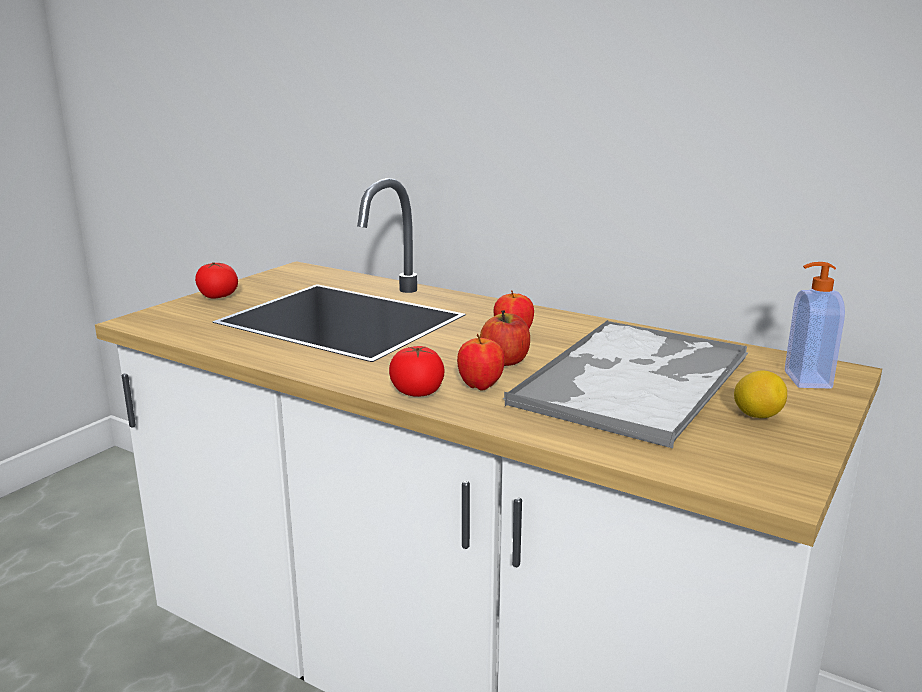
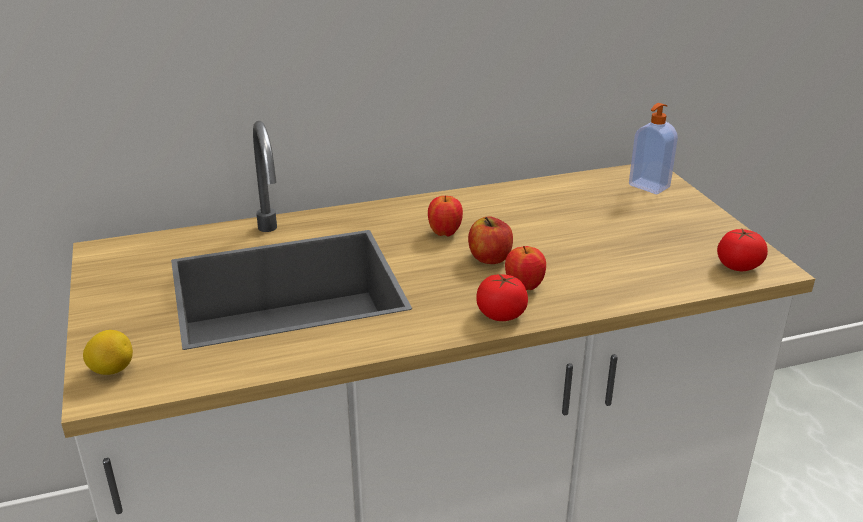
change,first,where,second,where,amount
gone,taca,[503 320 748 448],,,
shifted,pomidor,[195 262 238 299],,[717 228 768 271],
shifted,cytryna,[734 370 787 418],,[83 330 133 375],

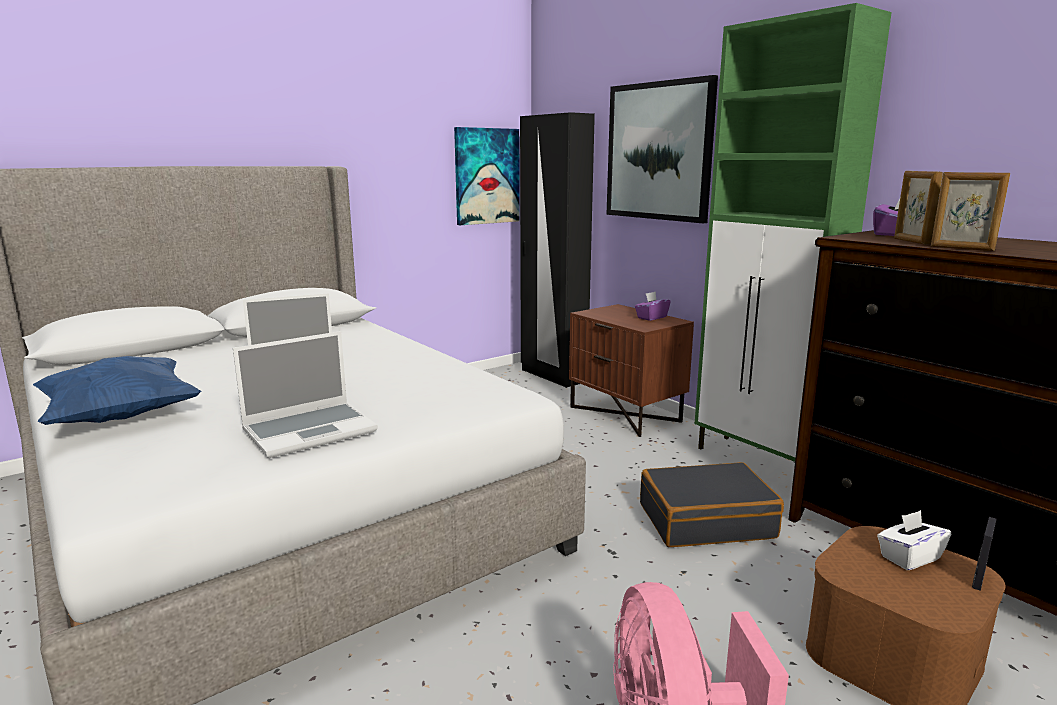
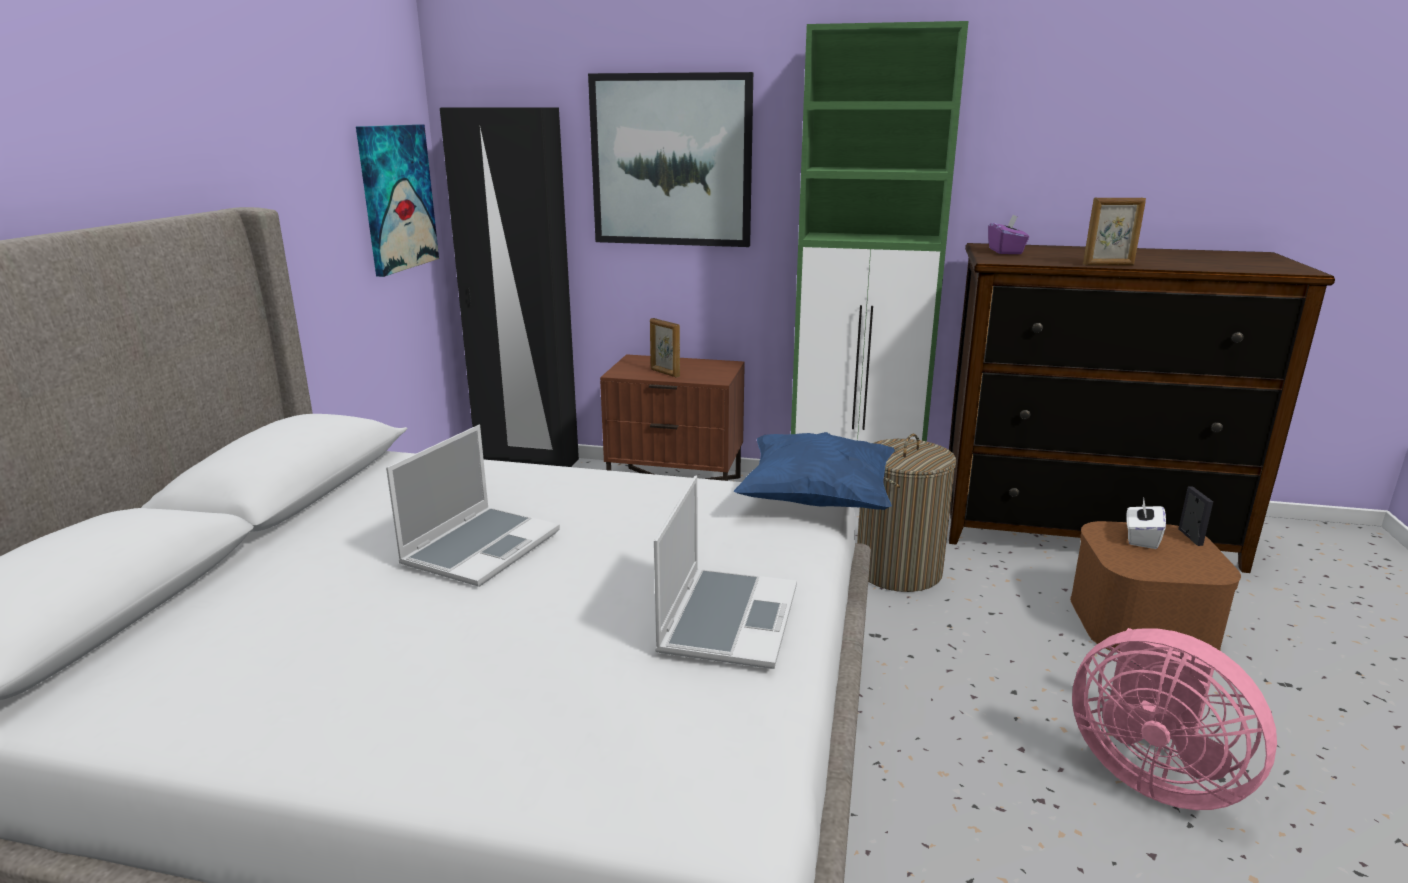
change,first,where,second,where,amount
gone,pudełko chusteczek (fioletowy),[635 292 671 321],,,
shifted,poduszka (niebieski),[33 356 202 425],,[734 432 895 510],
shifted,ramka na zdjęcie,[894 171 943 244],,[650 318 680 378],
swapped,walizka (czarny),[640 462 784 547],kosz na pranie,[857 434 956 592],

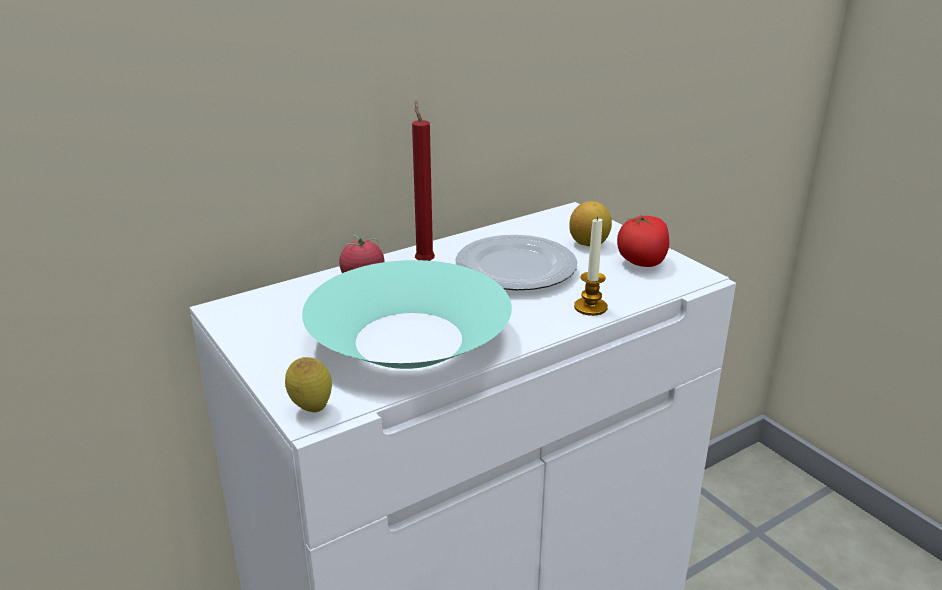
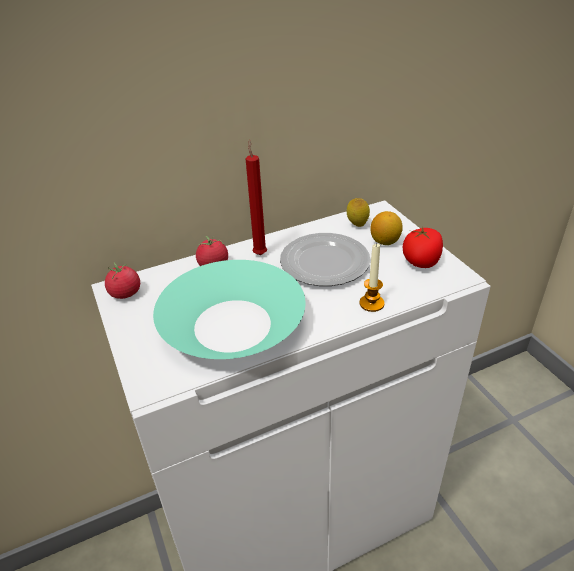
change,first,where,second,where,amount
new,,,pomidor,[105 262 140 299],
shifted,cytryna,[285 357 332 412],,[347 198 370 227],

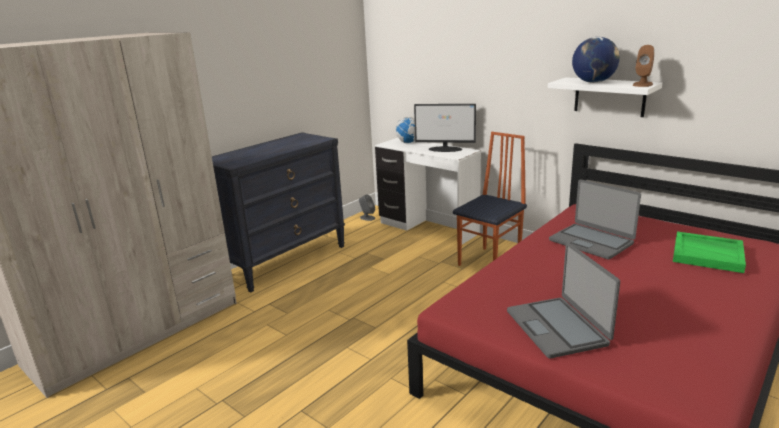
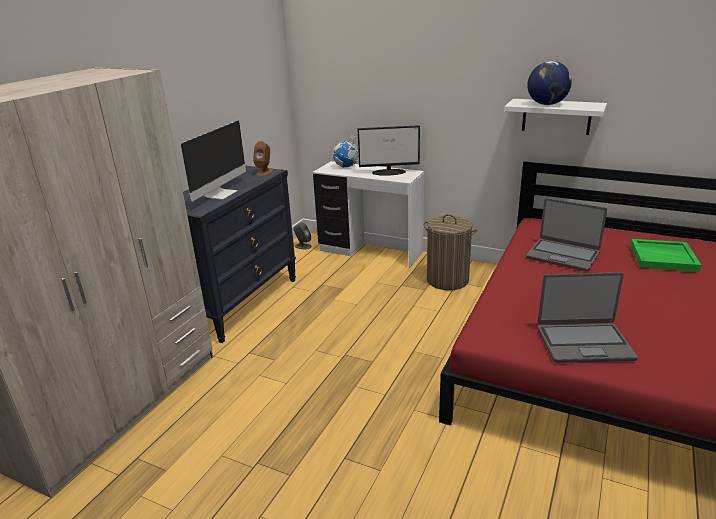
change,first,where,second,where,amount
new,,,monitor,[181 120 246 202],
shifted,głośnik (brązowy),[633 45 654 87],,[253 141 273 176],
swapped,krzesło,[453 132 527 266],kosz na pranie,[424 214 477 290],
rotated,laptop,[507 242 620 358],,[538 272 638 363],60 degrees counterclockwise

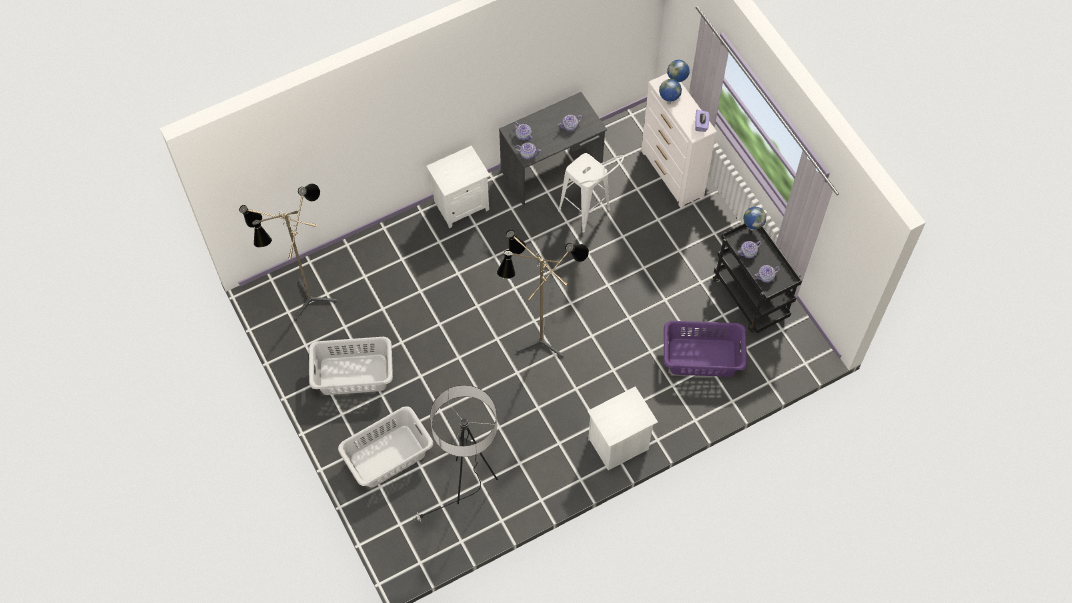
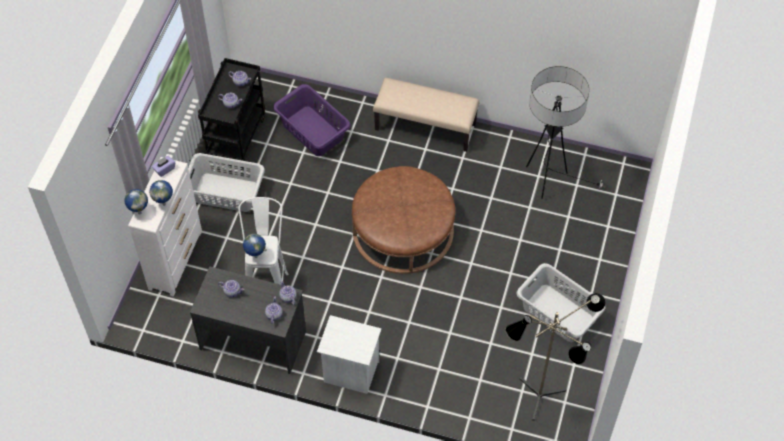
change,first,where,second,where,amount
shifted,kosz na pranie (szary),[338 406 433 488],,[188 153 265 212],
shifted,globus,[743 207 766 231],,[243 234 266 258],
swapped,lampa stojąca,[497 230 589 358],pufa (brązowy),[352 166 455 274],
swapped,szafka nocna (biały),[587 386 658 470],ławka (beżowy),[373 78 479 152],

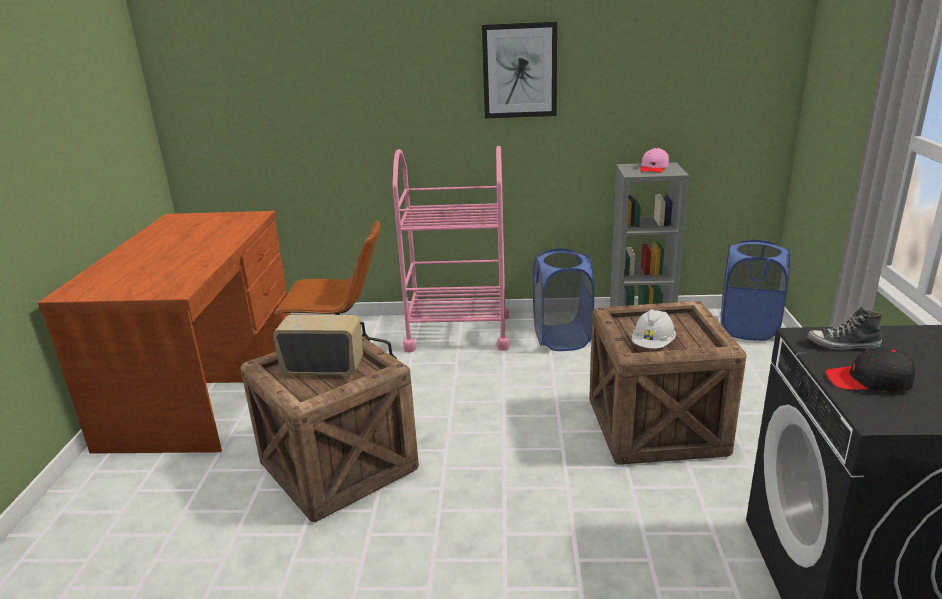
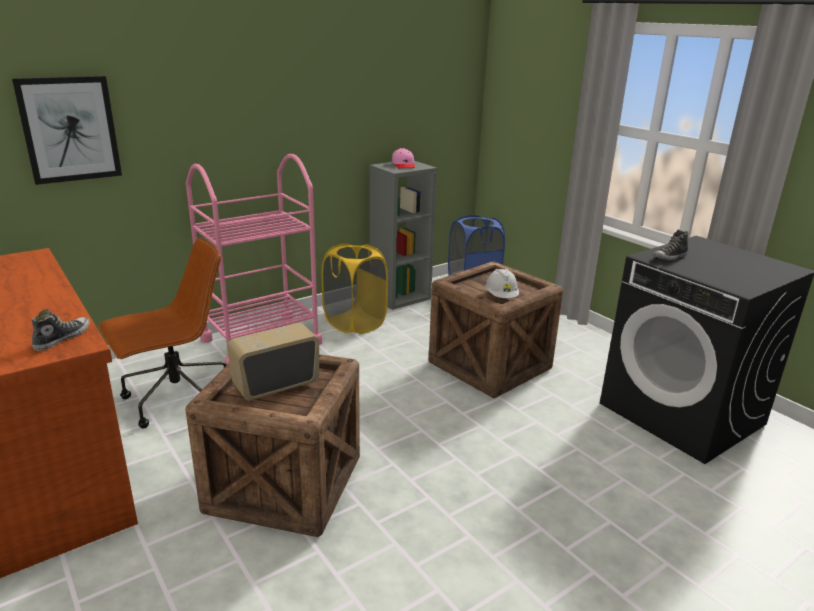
change,first,where,second,where,amount
gone,czapka z daszkiem (czarny),[826 348 915 392],,,
new,,,but,[31 309 90 351],
shifted,obraz,[482 22 557 118],,[12 76 122 185],
repainted,kosz na pranie (niebieski),[533 248 594 351],kosz na pranie (żółty),[321 243 388 334],

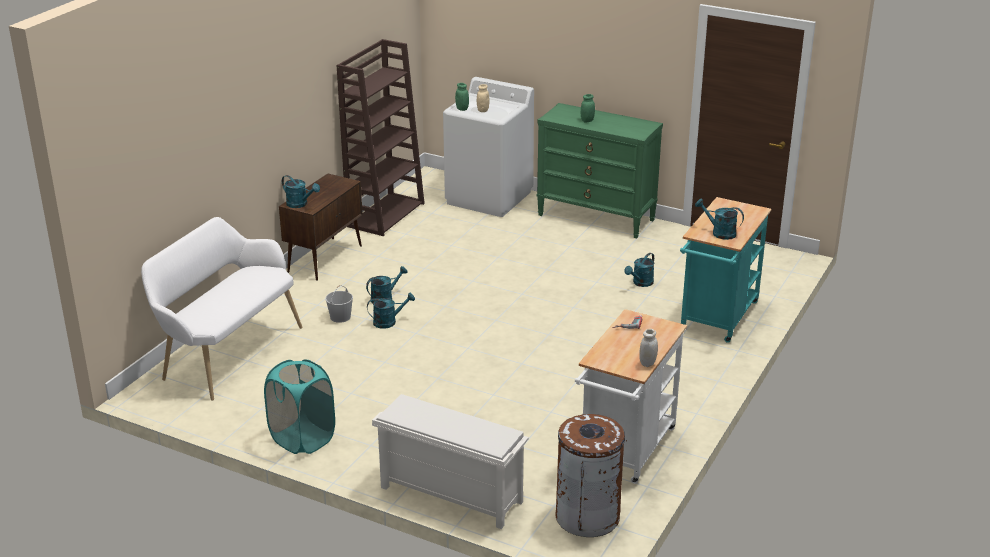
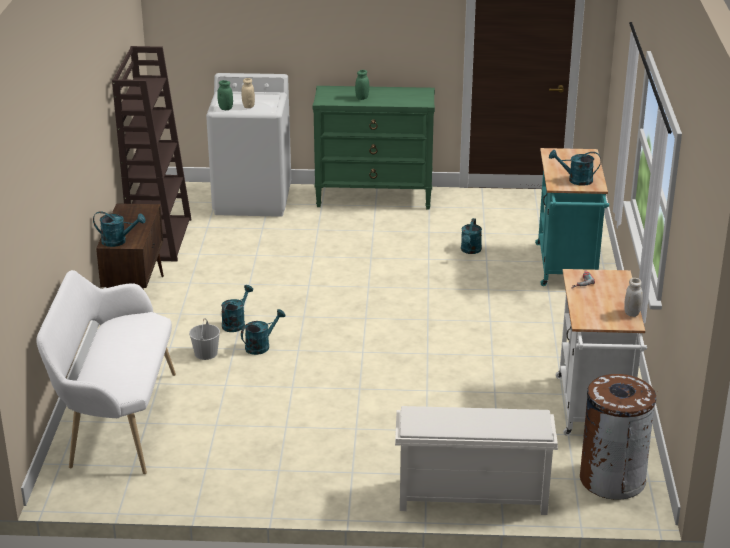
change,first,where,second,where,amount
gone,kosz na pranie (turkusowy),[264 359 335 454],,,

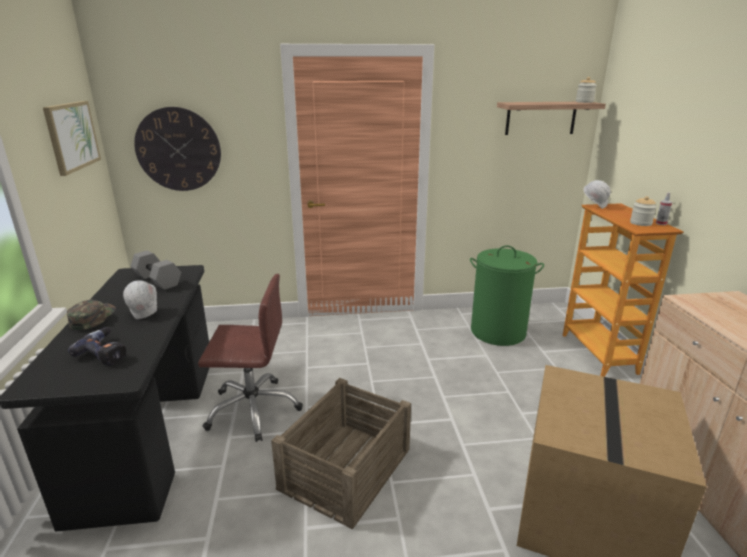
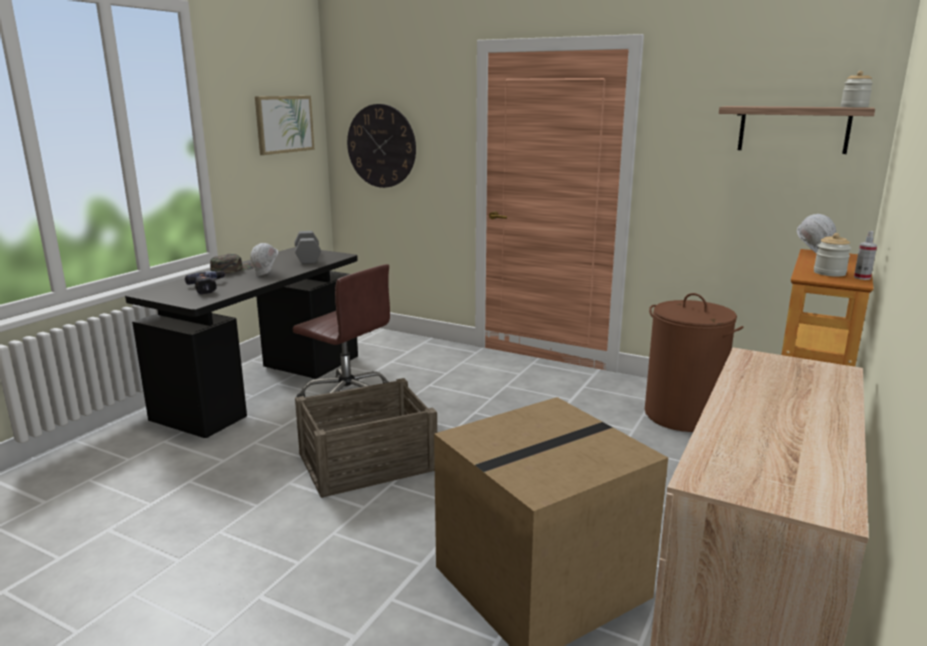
change,first,where,second,where,amount
repainted,kosz na pranie (zielony),[470 245 544 346],kosz na pranie (brązowy),[645 293 743 432],

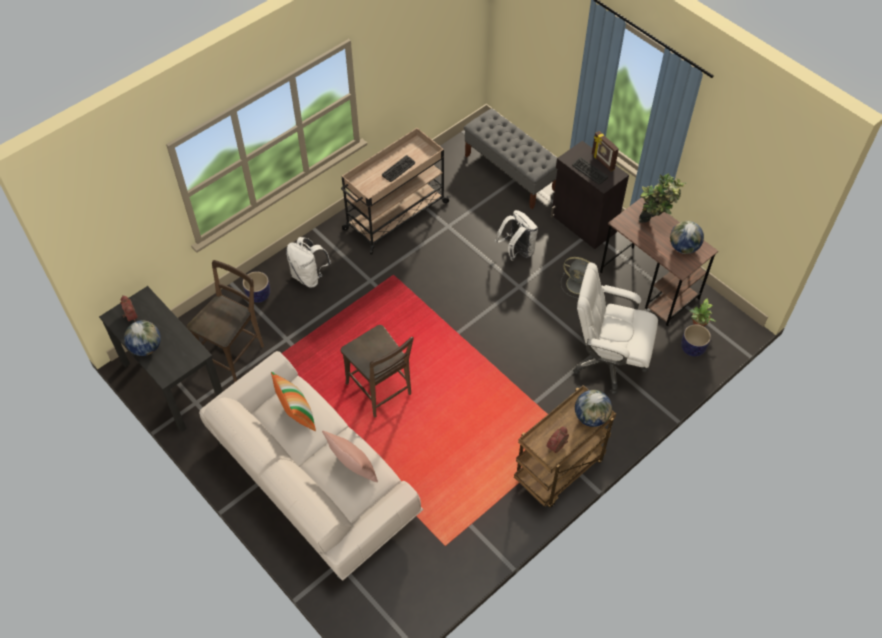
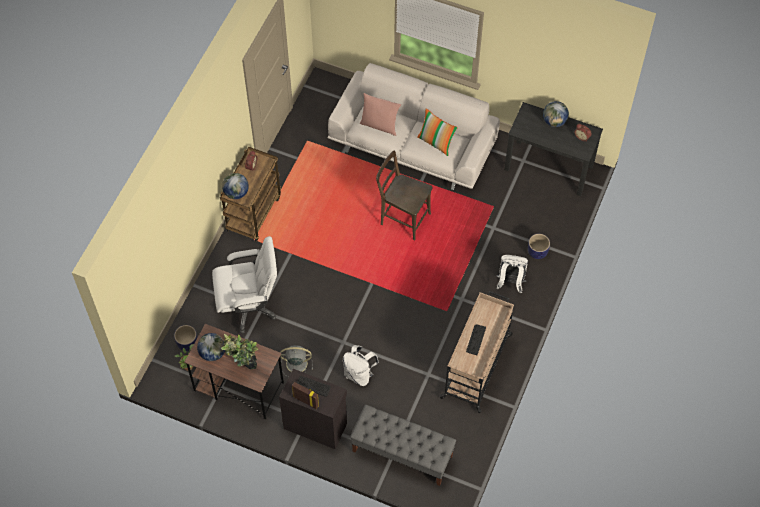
change,first,where,second,where,amount
gone,krzesło (brązowy),[187 260 264 382],,,

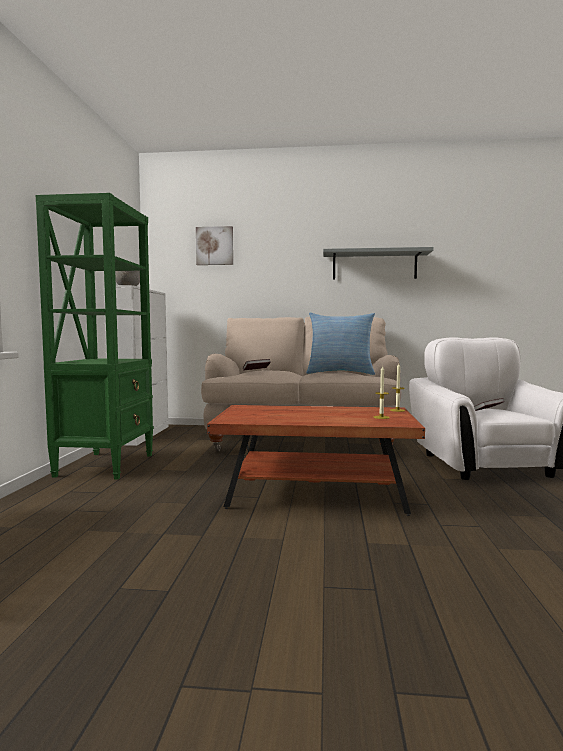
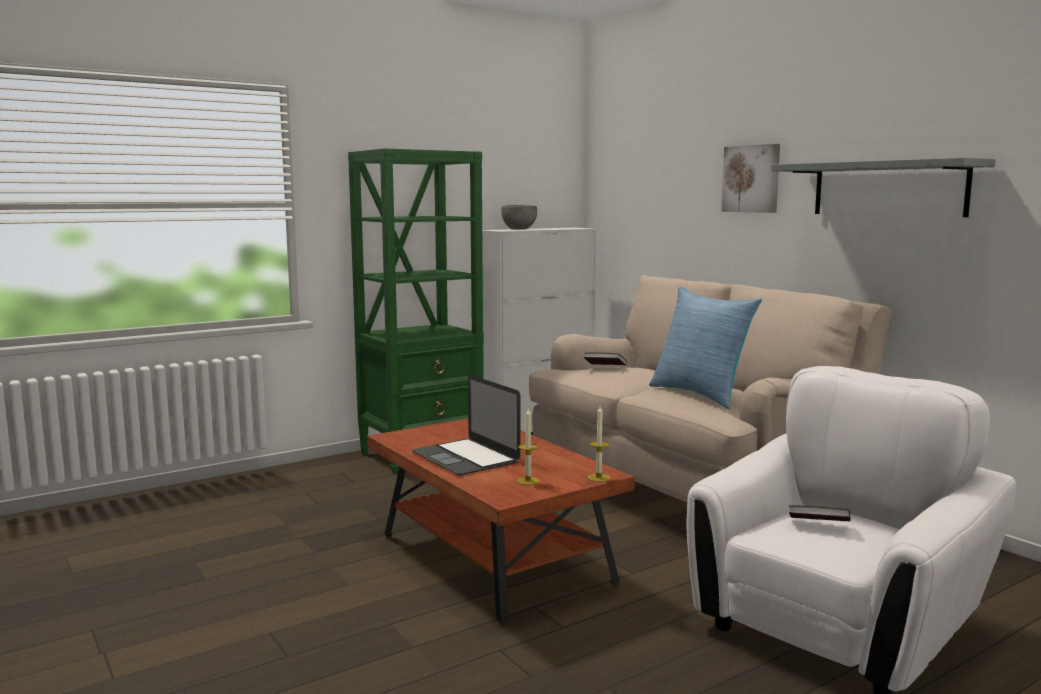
change,first,where,second,where,amount
new,,,laptop,[412 375 520 475],
shifted,obraz,[196 226 233 265],,[721 144 780 213],

